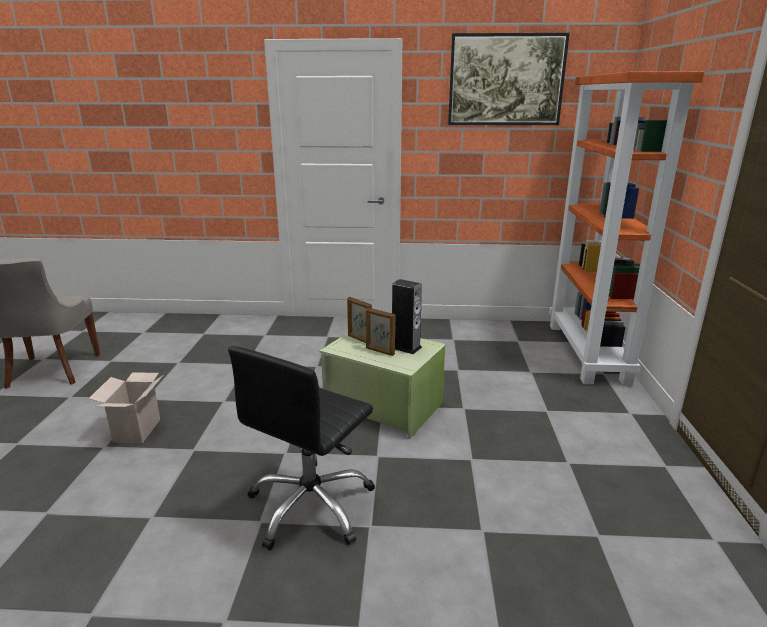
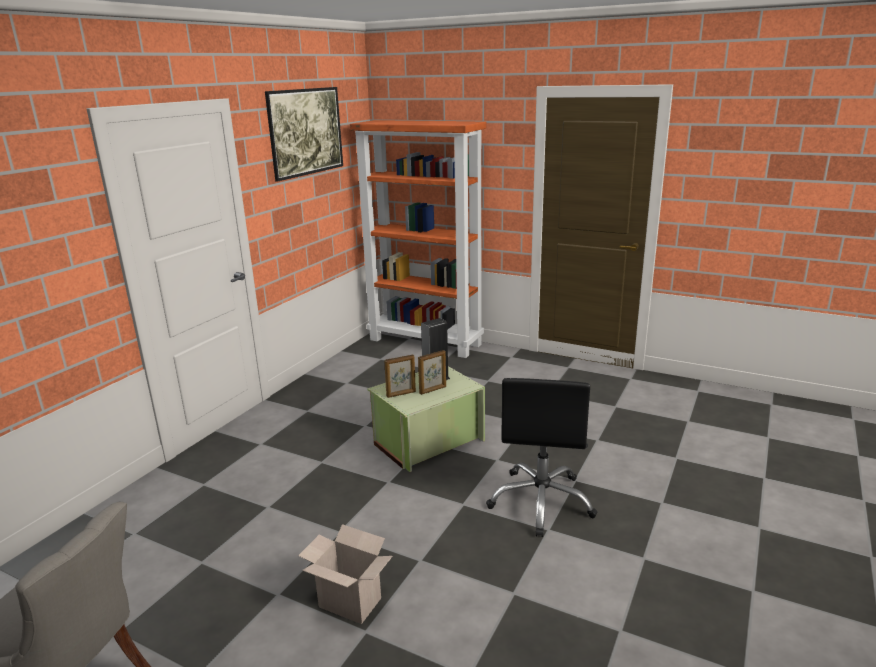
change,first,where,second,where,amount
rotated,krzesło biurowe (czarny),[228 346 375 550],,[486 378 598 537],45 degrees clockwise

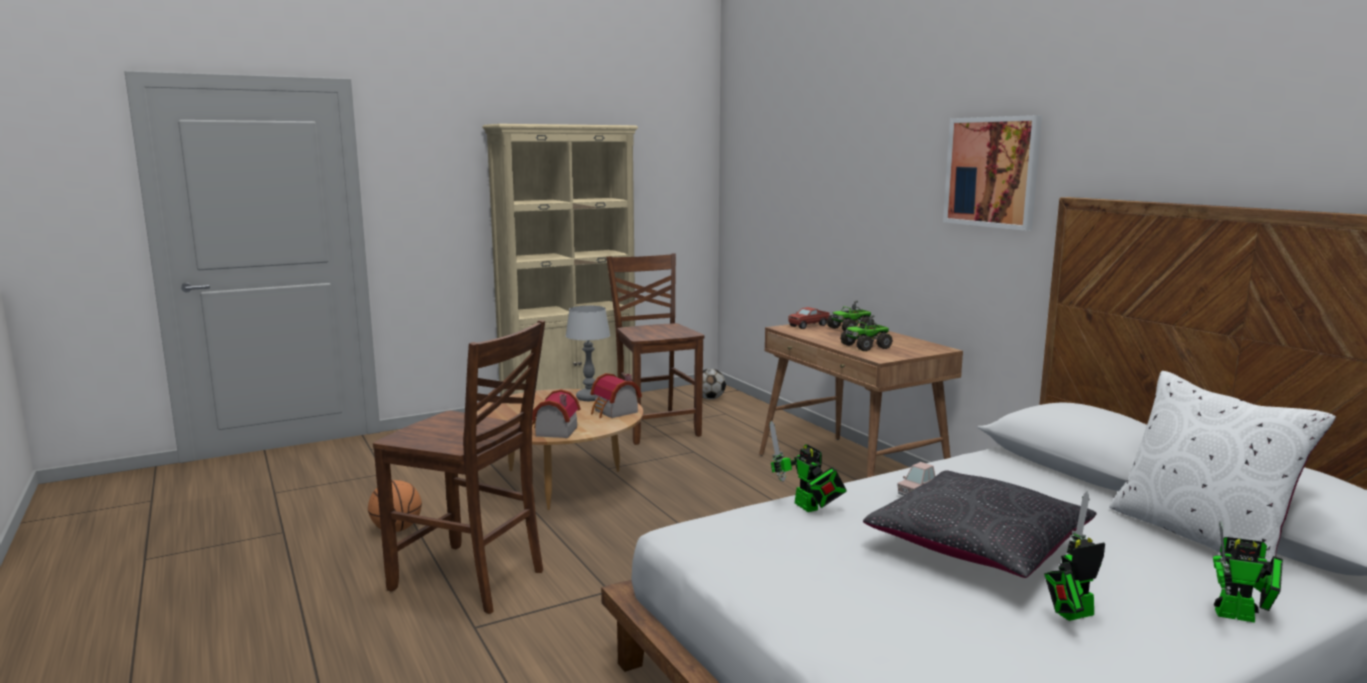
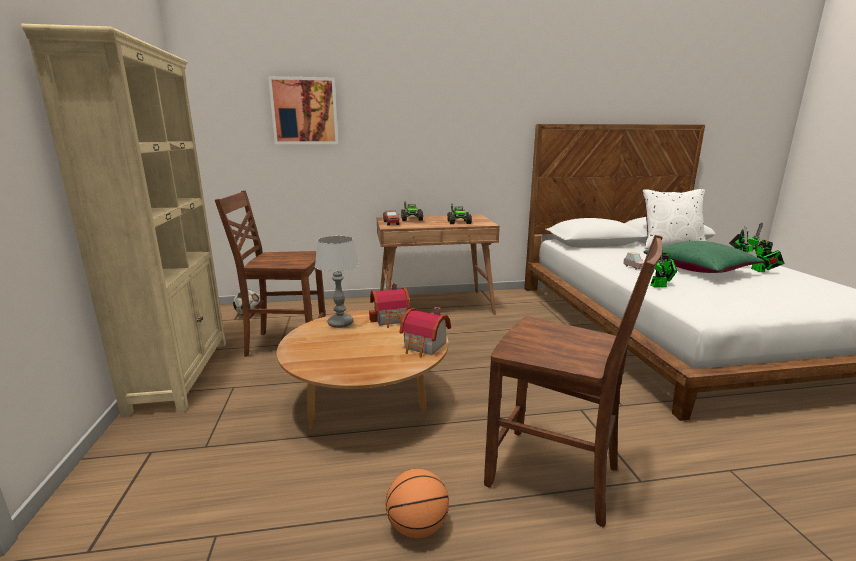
change,first,where,second,where,amount
shifted,obraz,[943 115 1042 231],,[268 76 338 144],
repainted,poduszka (czarny),[863 470 1097 578],poduszka (zielony),[643 241 764 273],
rotated,krzesło (brązowy),[373 320 545 614],,[484 235 663 527],75 degrees clockwise

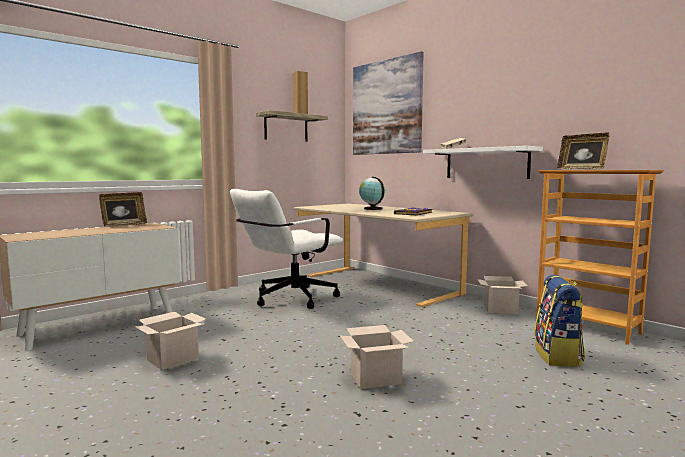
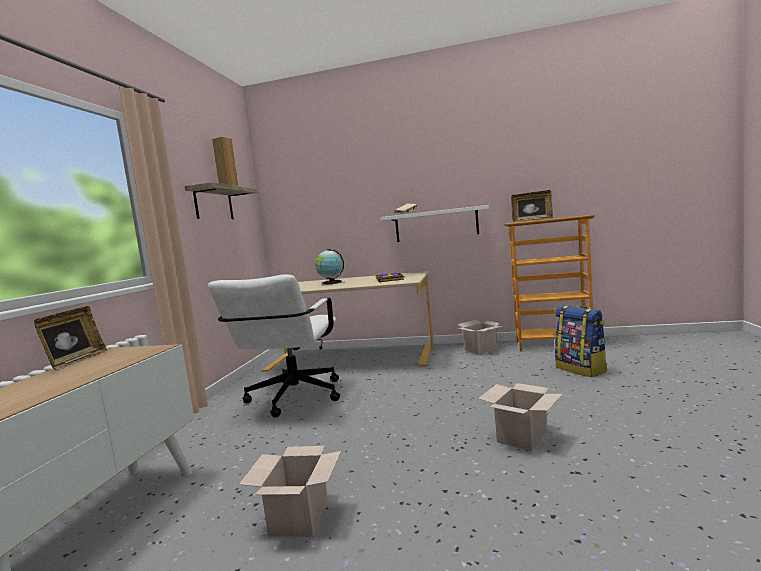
change,first,where,second,where,amount
gone,obraz,[353 51 424 155],,,

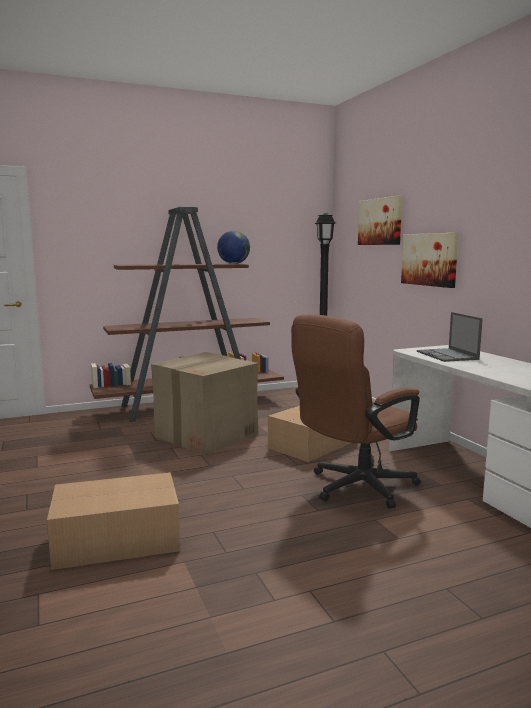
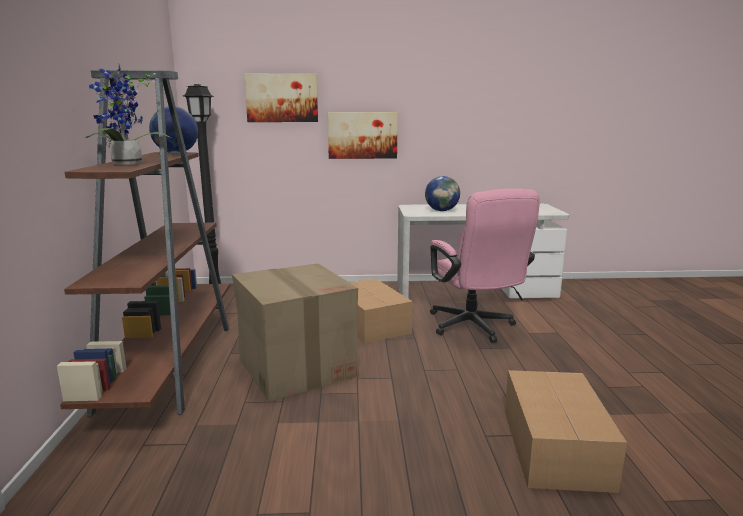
change,first,where,second,where,amount
new,,,roślina doniczkowa,[85 63 171 165],
swapped,laptop,[417 312 483 362],globus,[425 176 460 211],
repainted,krzesło biurowe (brązowy),[291 314 421 509],krzesło biurowe (różowy),[430 189 540 343],

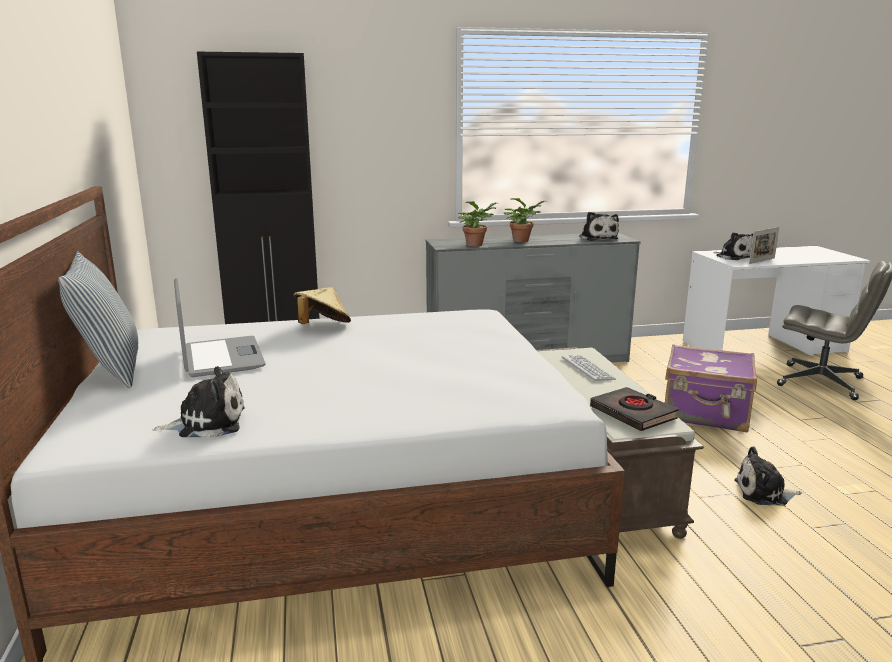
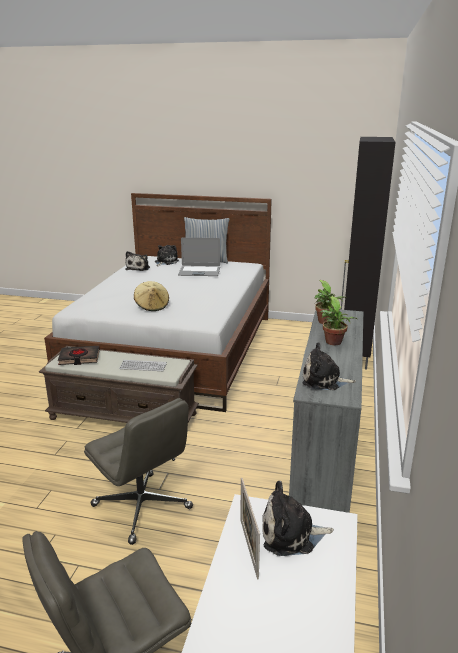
change,first,where,second,where,amount
shifted,kapelusz (beżowy),[294 287 351 324],,[134 281 169 311],
shifted,pluszak,[734 447 802 506],,[155 245 179 266],
swapped,walizka (fioletowy),[665 344 757 432],krzesło biurowe (szary),[84 398 193 545],

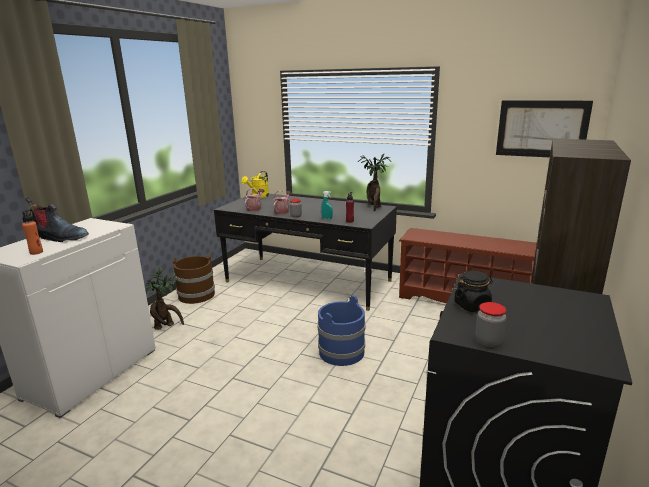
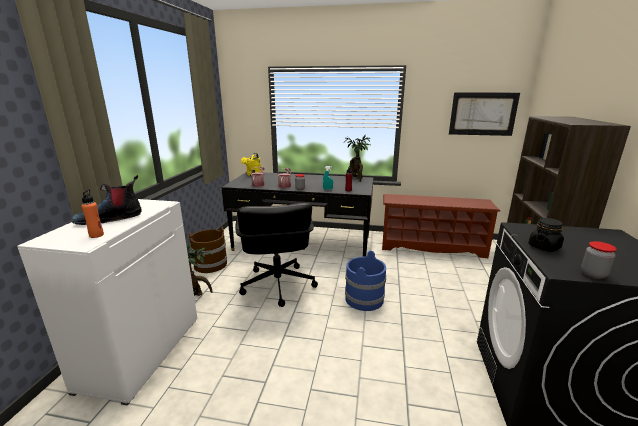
change,first,where,second,where,amount
new,,,krzesło biurowe (czarny),[235 203 318 307],
rotated,but z cholewką,[25 198 89 242],,[72 175 141 225],150 degrees clockwise

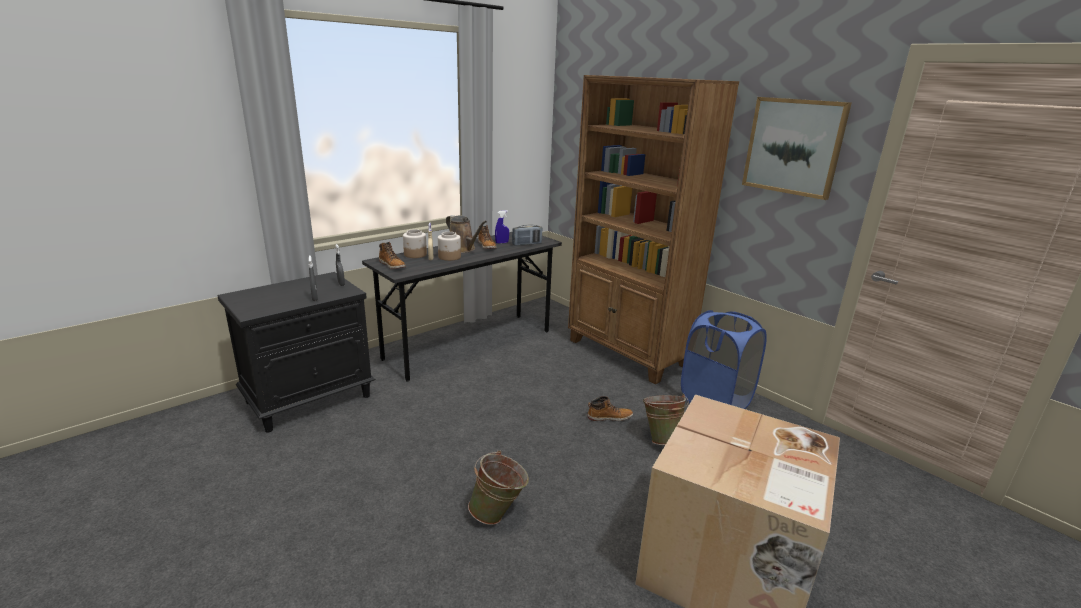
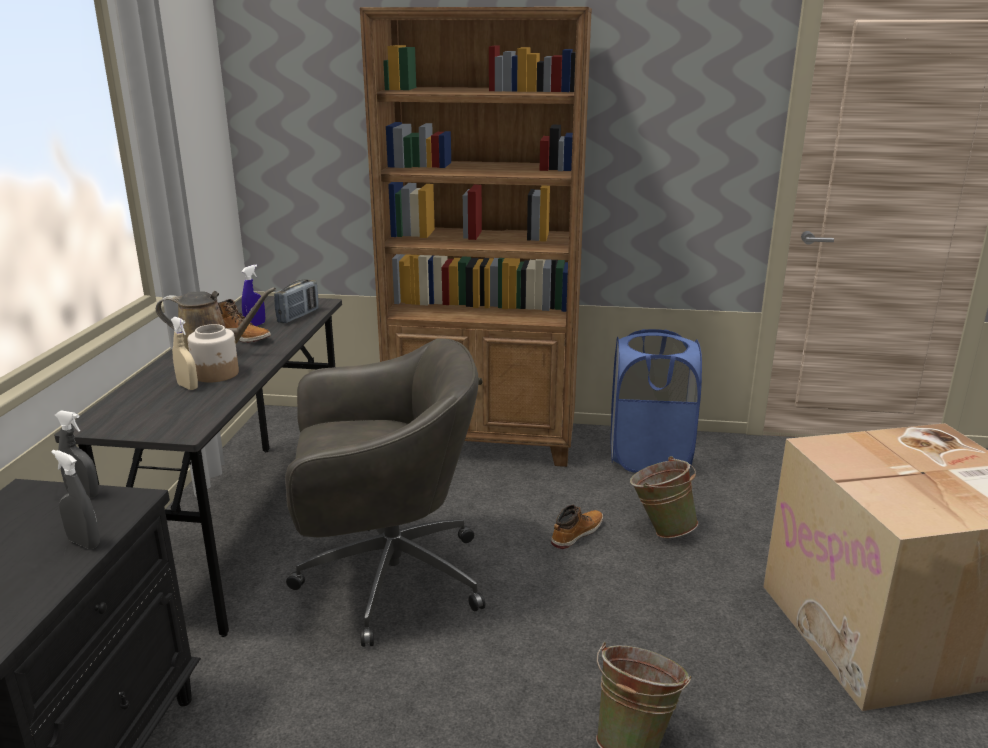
change,first,where,second,where,amount
gone,but z cholewką,[379 242 406 269],,,
gone,słoik,[403 229 427 258],,,
gone,obraz,[742 97 852 200],,,
new,,,krzesło biurowe (szary),[285 338 485 647],

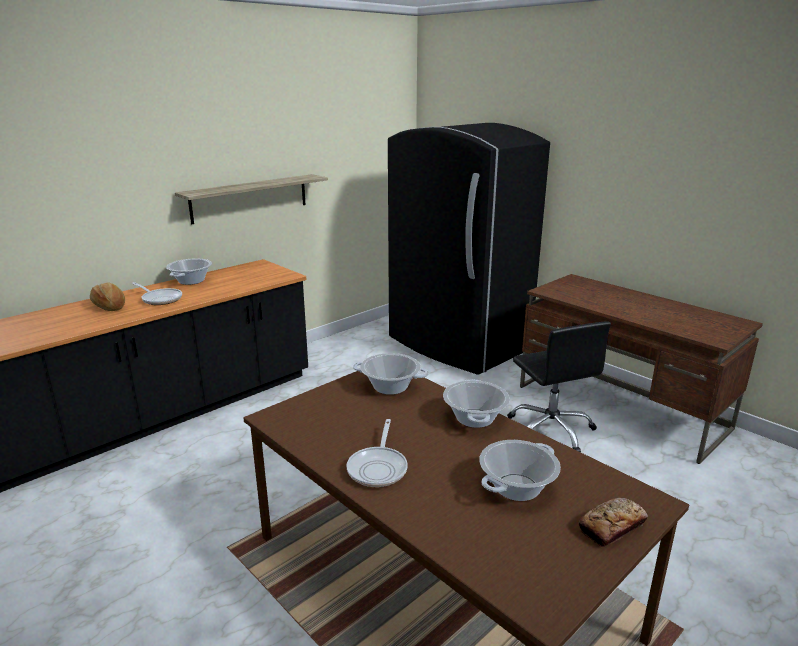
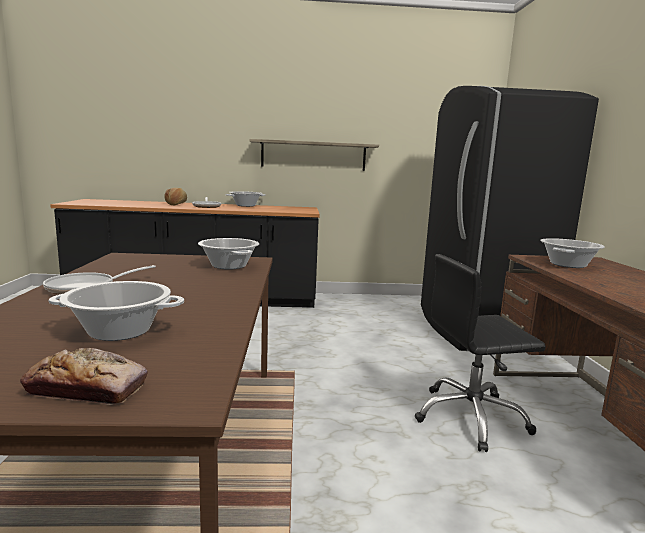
change,first,where,second,where,amount
shifted,garnek,[443 379 510 428],,[540 238 605 268],
rotated,krzesło biurowe (czarny),[507 321 611 452],,[415 254 546 452],60 degrees clockwise

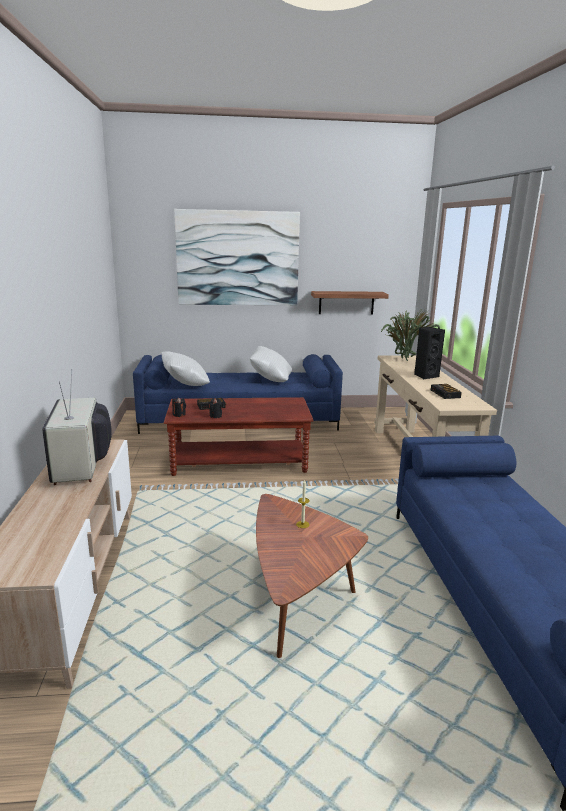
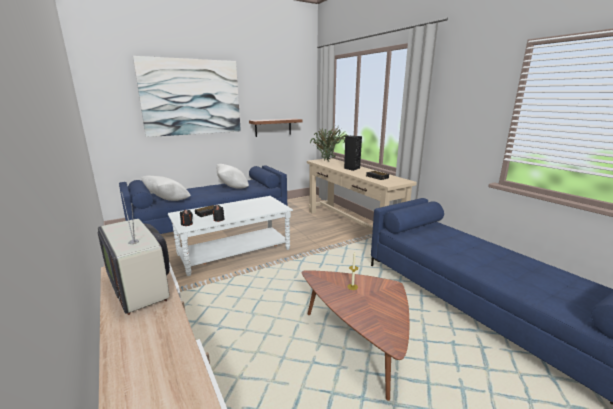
change,first,where,second,where,amount
repainted,ława (brązowy),[164 397 314 476],ława (biały),[168 196 293 276],

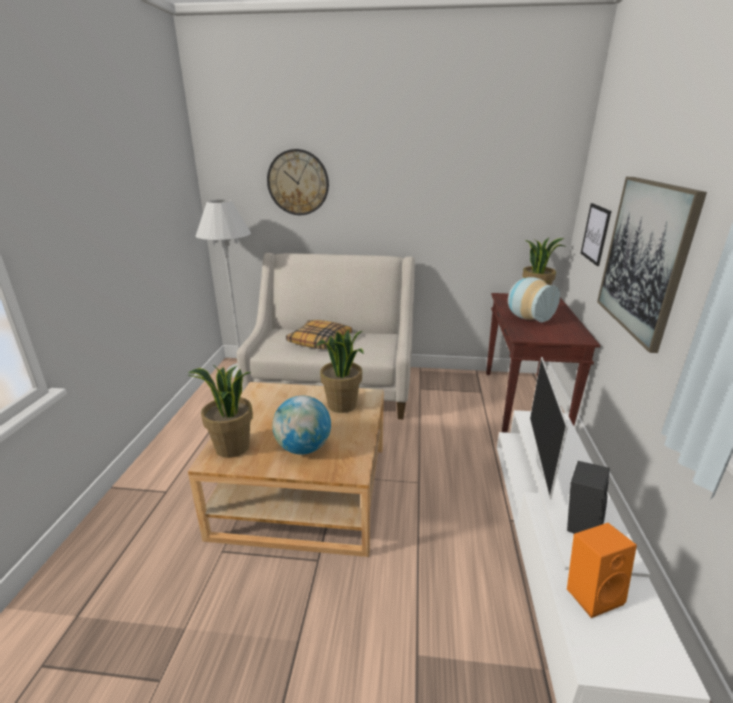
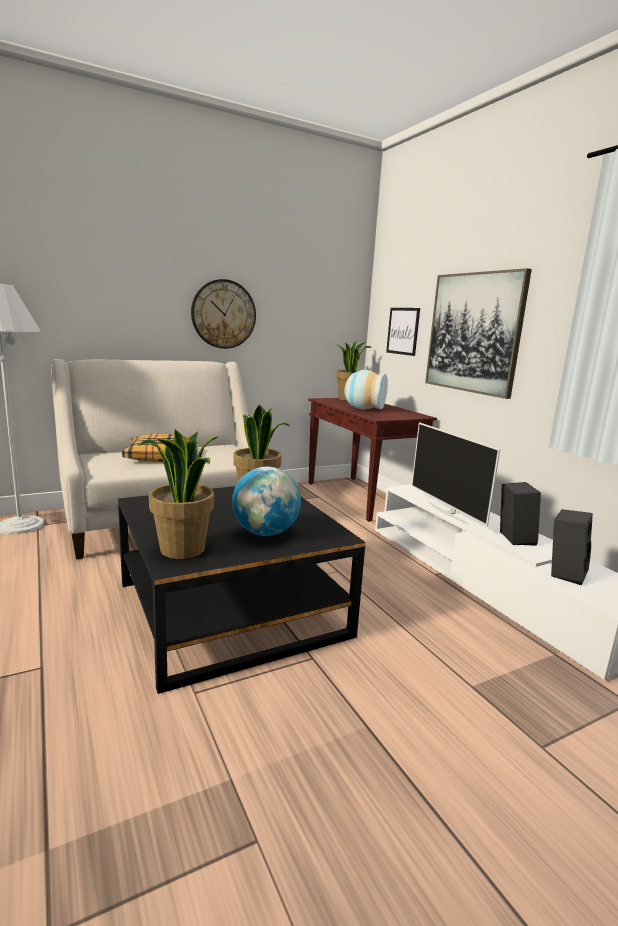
change,first,where,second,where,amount
shifted,zegar ścienny,[267 149 329 215],,[191 279 256 349],
repainted,ława (beżowy),[188 382 384 557],ława (czarny),[118 486 366 694],
repainted,głośnik (pomarańczowy),[567 523 637 618],głośnik (czarny),[551 509 593 585],

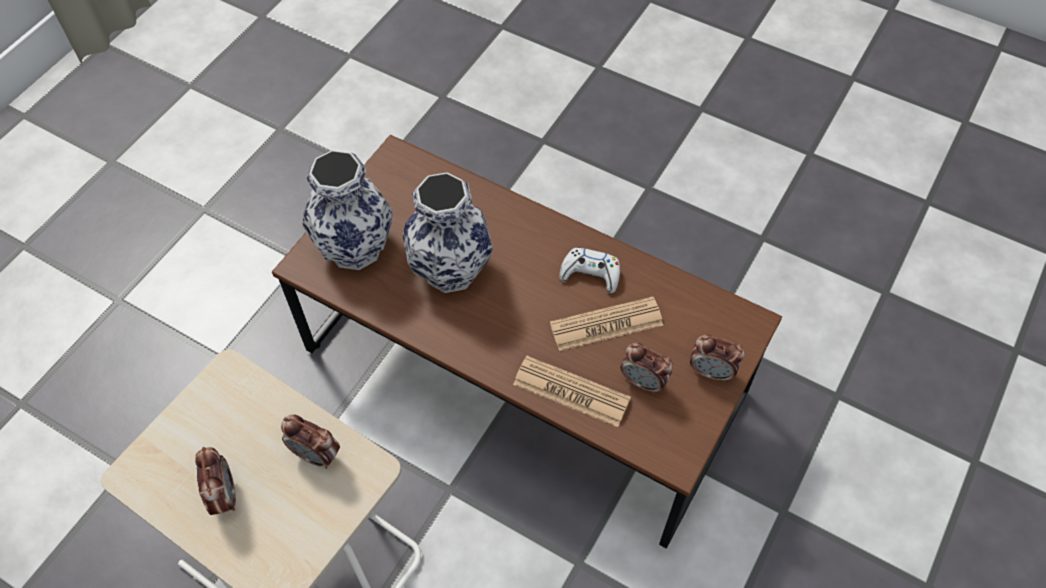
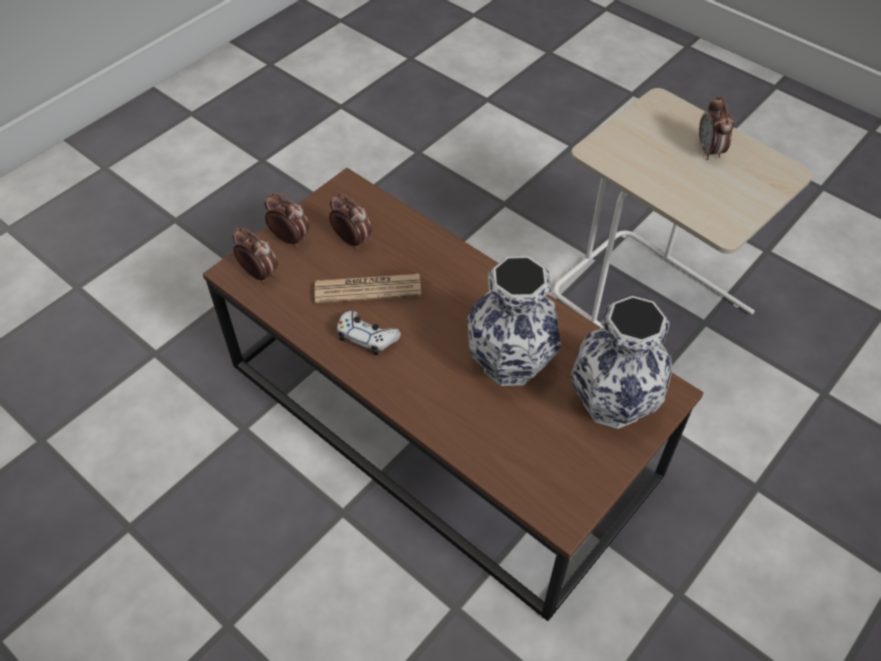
change,first,where,second,where,amount
gone,gazeta,[513 356 631 427],,,
shifted,budzik,[281 414 340 469],,[233 227 278 283],

